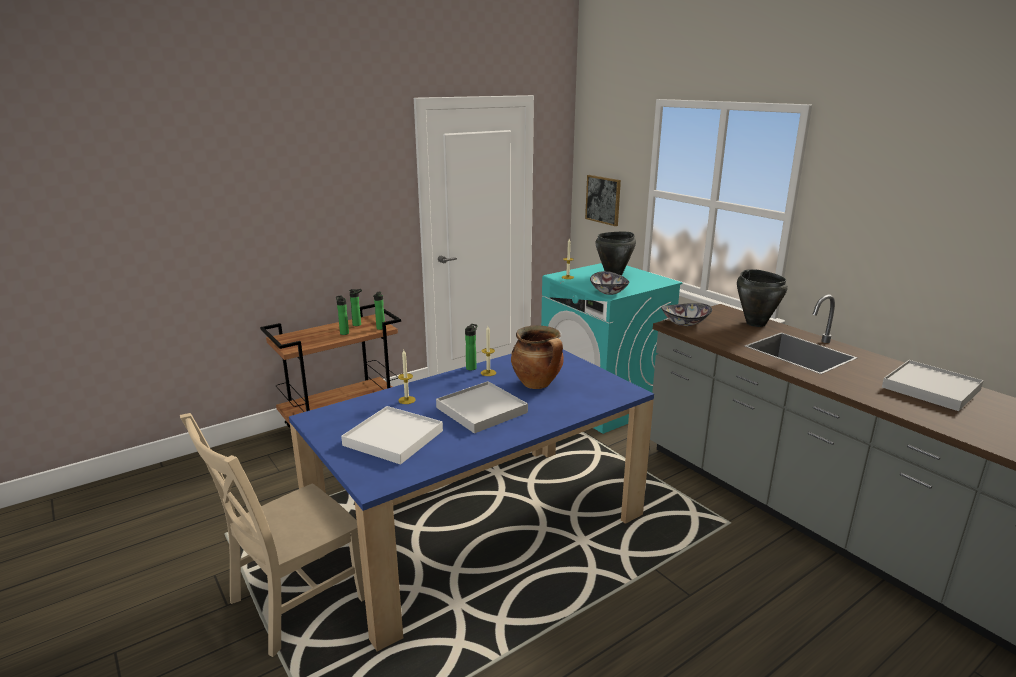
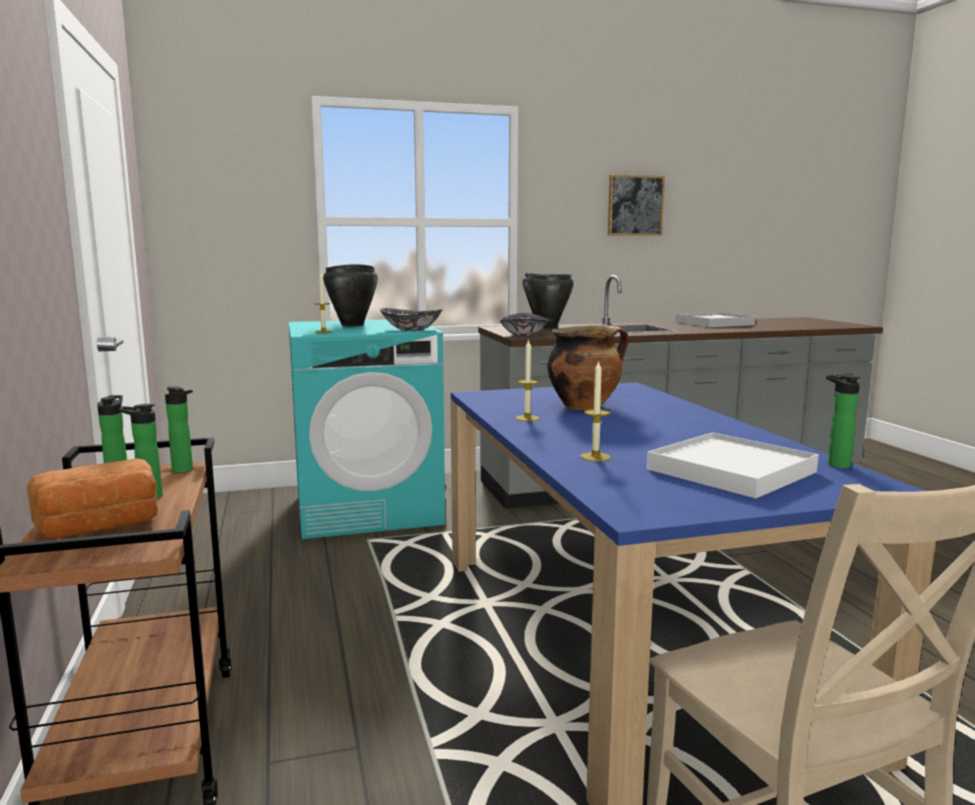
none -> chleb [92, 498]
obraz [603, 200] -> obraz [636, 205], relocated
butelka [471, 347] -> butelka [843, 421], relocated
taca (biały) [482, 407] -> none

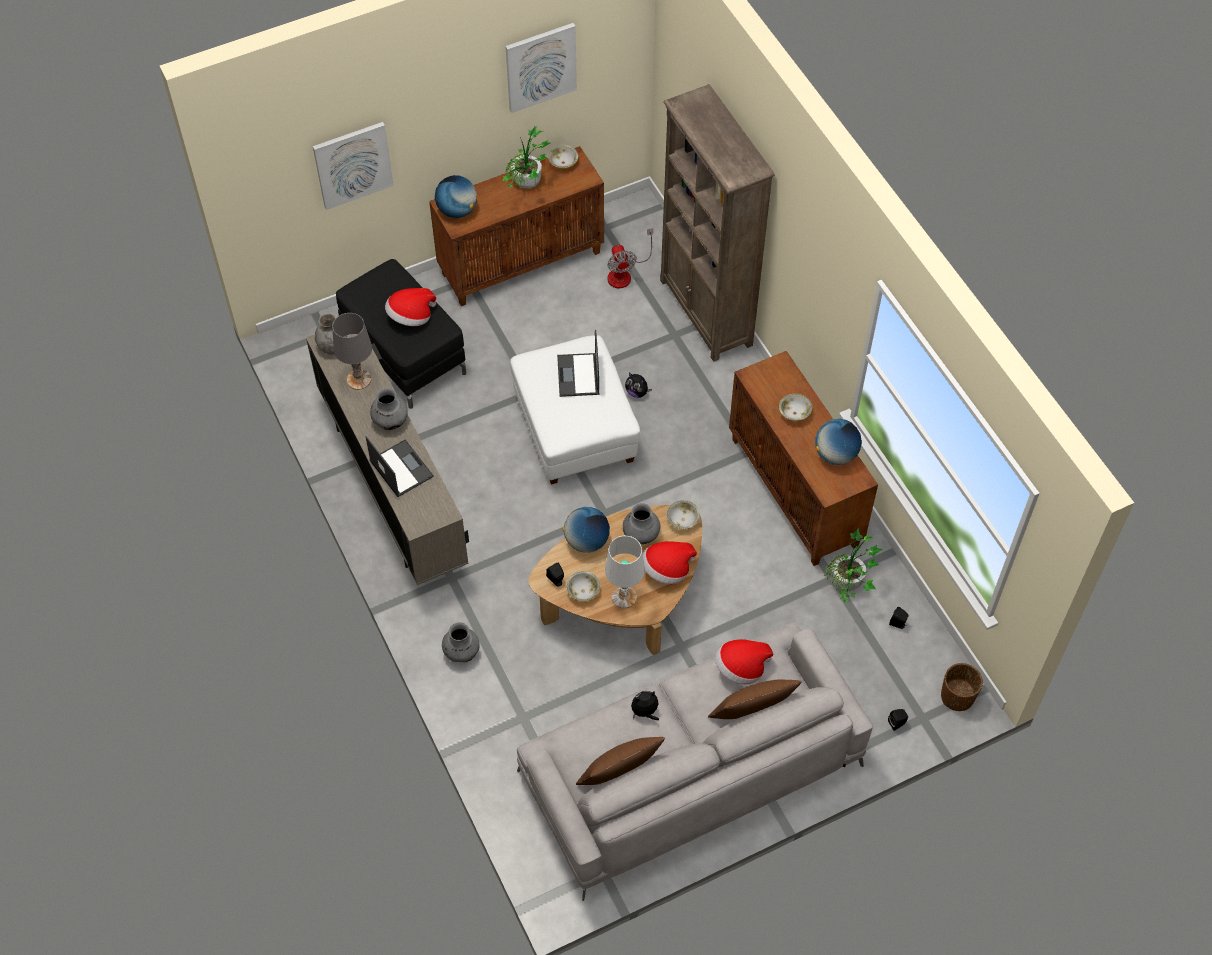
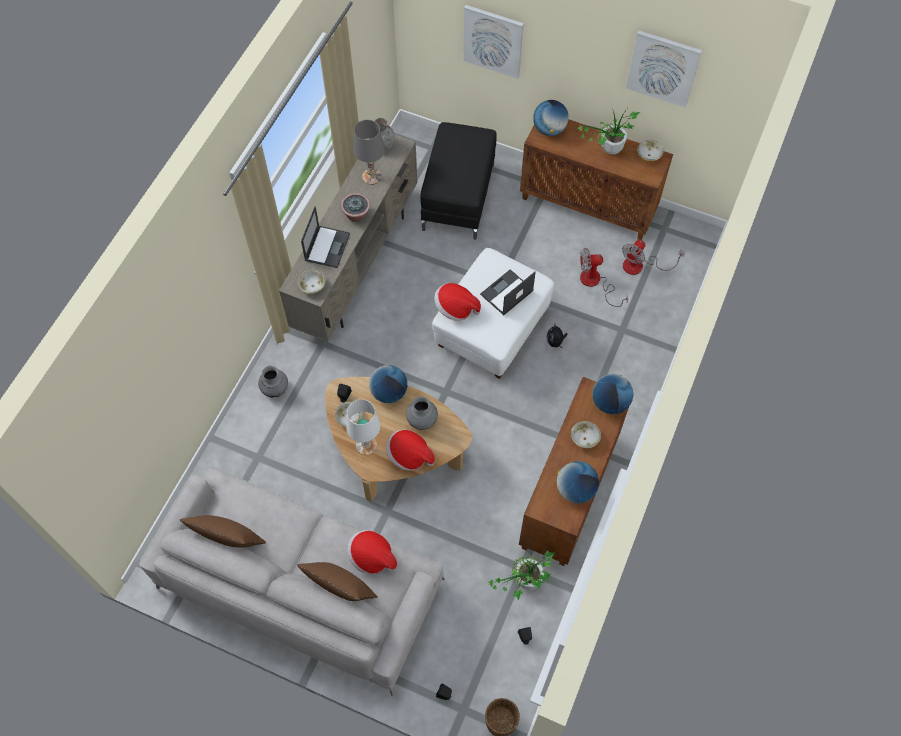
miska [683, 514] -> miska [312, 281], relocated
wazon (szary) [389, 408] -> roślina doniczkowa [355, 207]
kapelusz [410, 307] -> kapelusz [457, 302], relocated
none -> wentylator [604, 277]
none -> globus [613, 394]
pluszak [645, 705] -> none
regał (brązowy) [717, 223] -> none

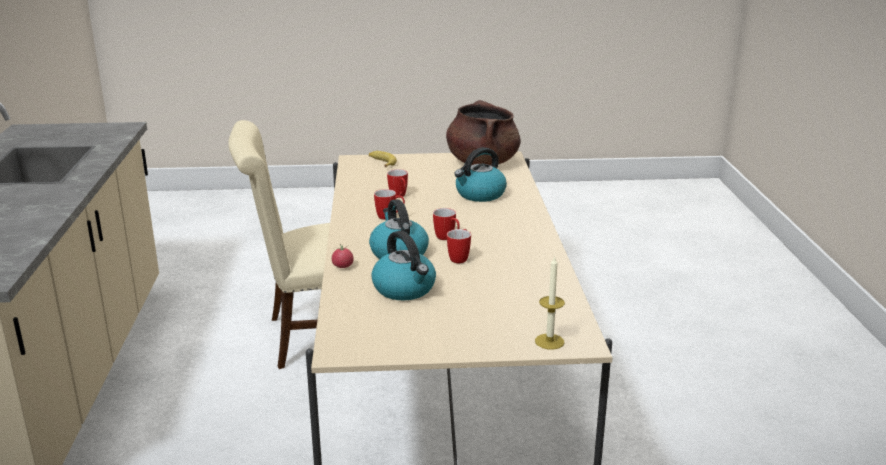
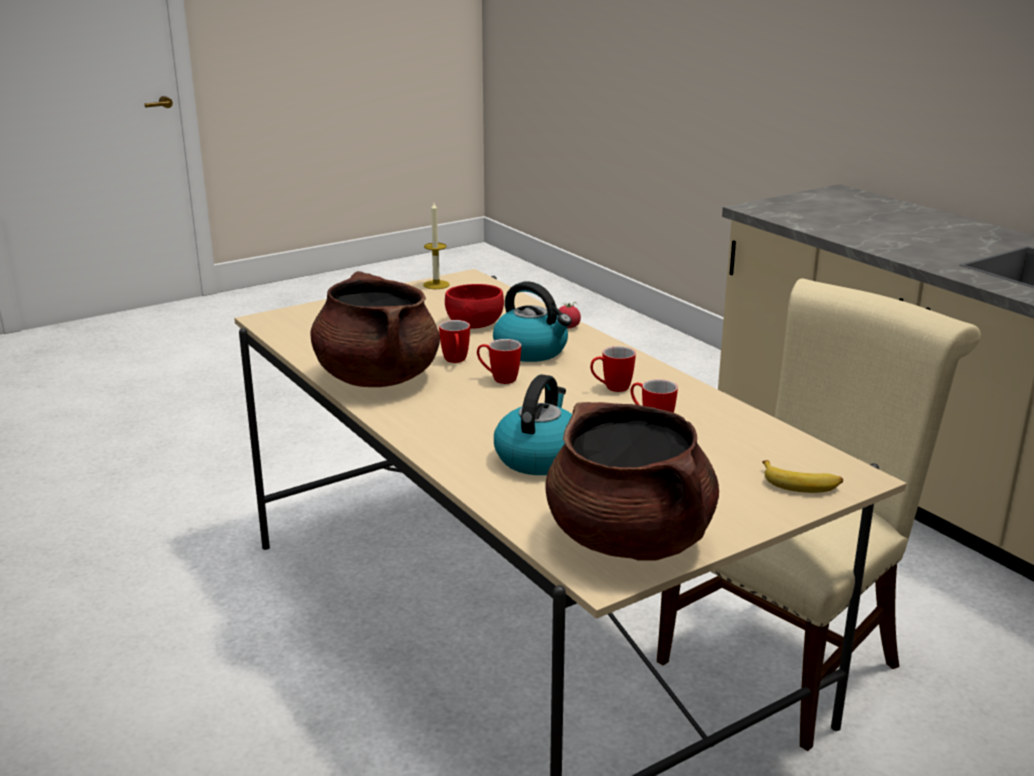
none -> garnek (brązowy) [375, 329]
świeca [550, 302] -> świeca [436, 245], relocated
czajnik [403, 265] -> miska (czerwony) [474, 306]

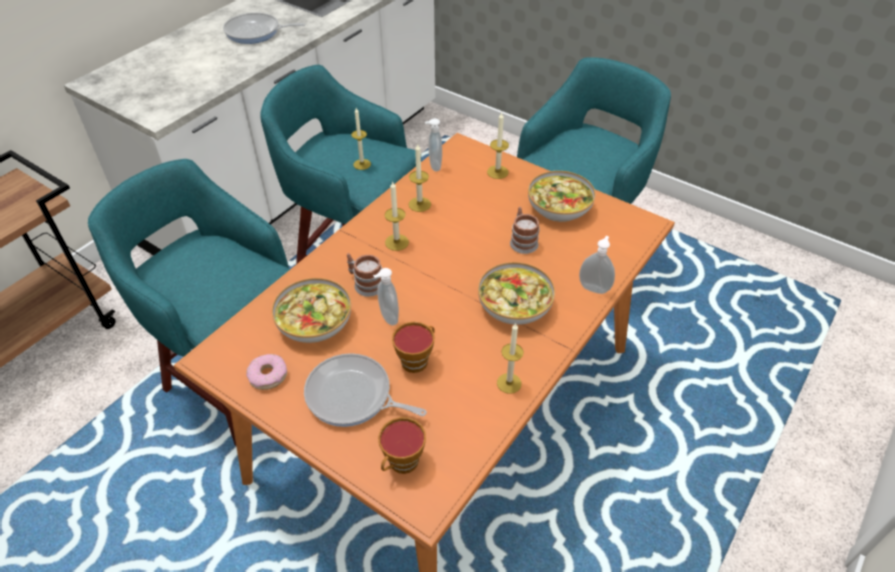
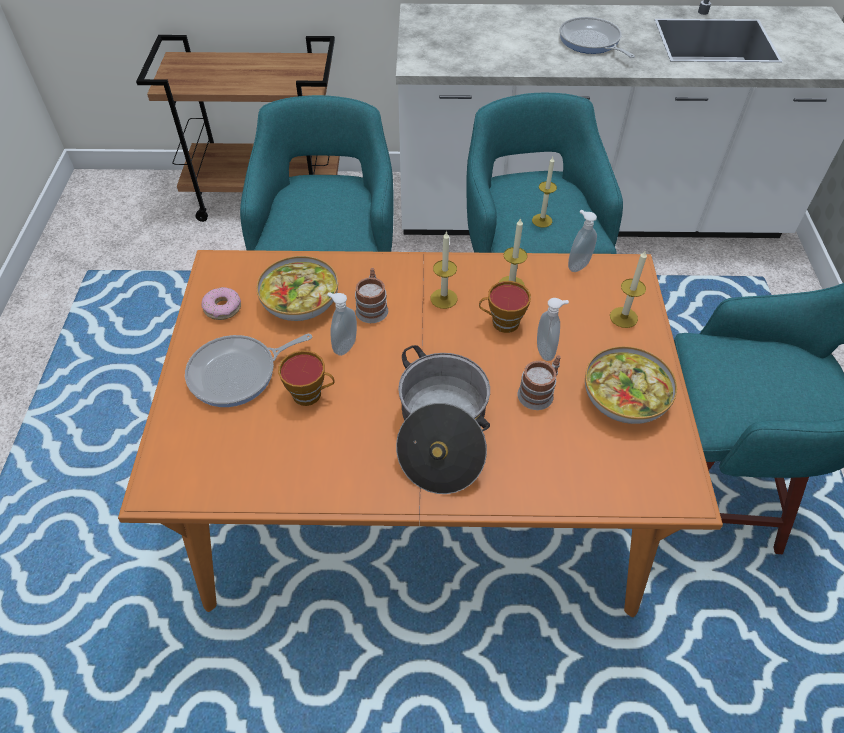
patelnia [365, 390] -> patelnia [248, 370], 105 degrees counterclockwise
miska [516, 293] -> garnek [443, 419]
filiżanka [402, 445] -> filiżanka [505, 307], relocated
dozownik mydła [597, 265] -> dozownik mydła [553, 329], relocated
świeca [510, 358] -> none

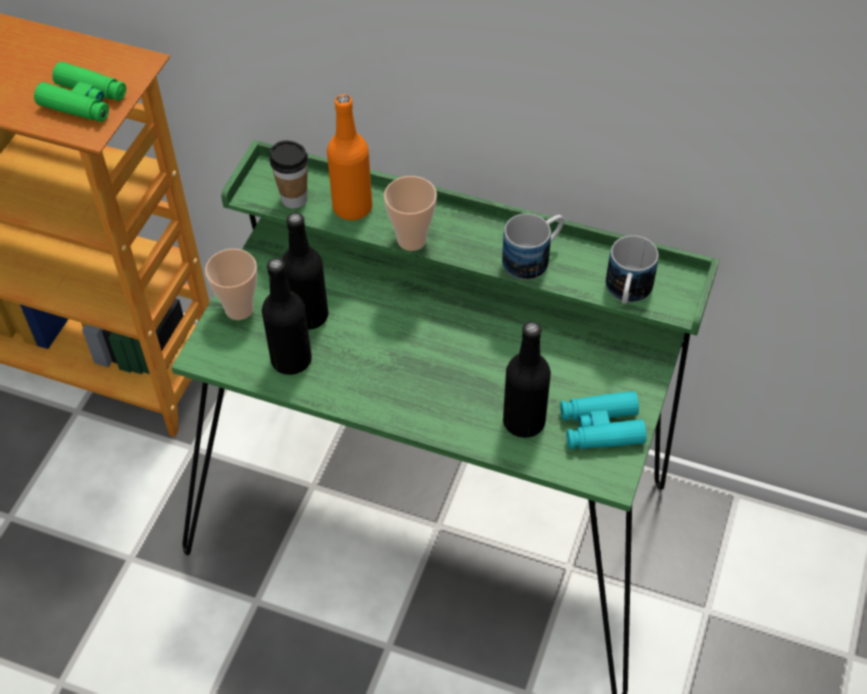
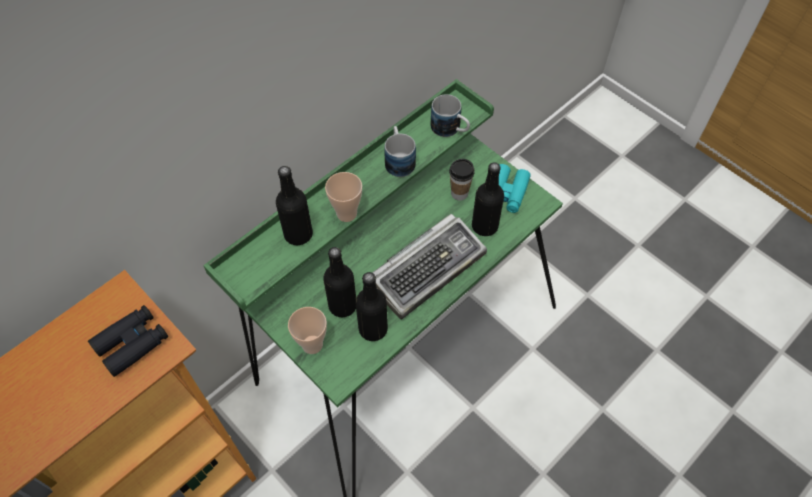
lornetka (zielony) [80, 92] -> lornetka (czarny) [128, 341]
butelka (pomarańczowy) [349, 157] -> butelka (czarny) [294, 205]
none -> klawiatura [429, 266]
filiżanka [288, 174] -> filiżanka [461, 179], relocated

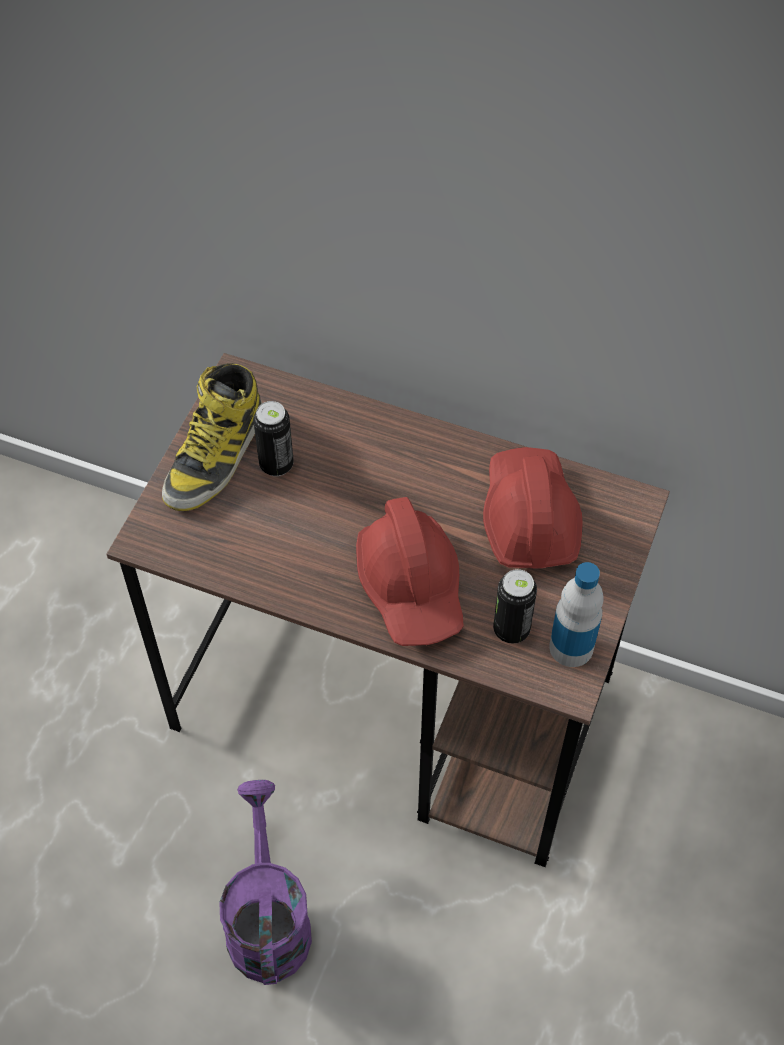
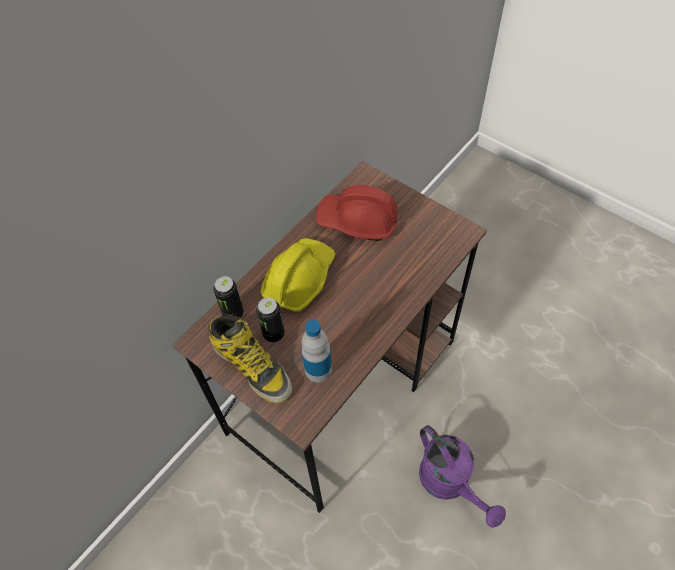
puszka [515, 606] -> puszka [228, 297], relocated
none -> kask (żółty) [297, 275]
butelka [576, 614] -> butelka [317, 351], relocated
konewka (fioletowy) [265, 882] -> konewka (fioletowy) [462, 476], 135 degrees counterclockwise
kask (czerwony) [410, 571] -> none

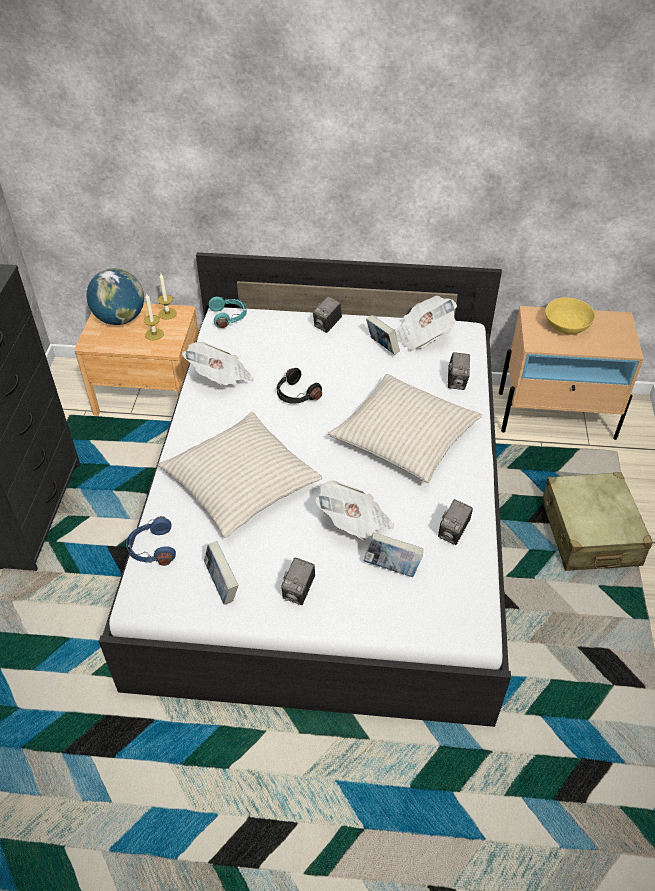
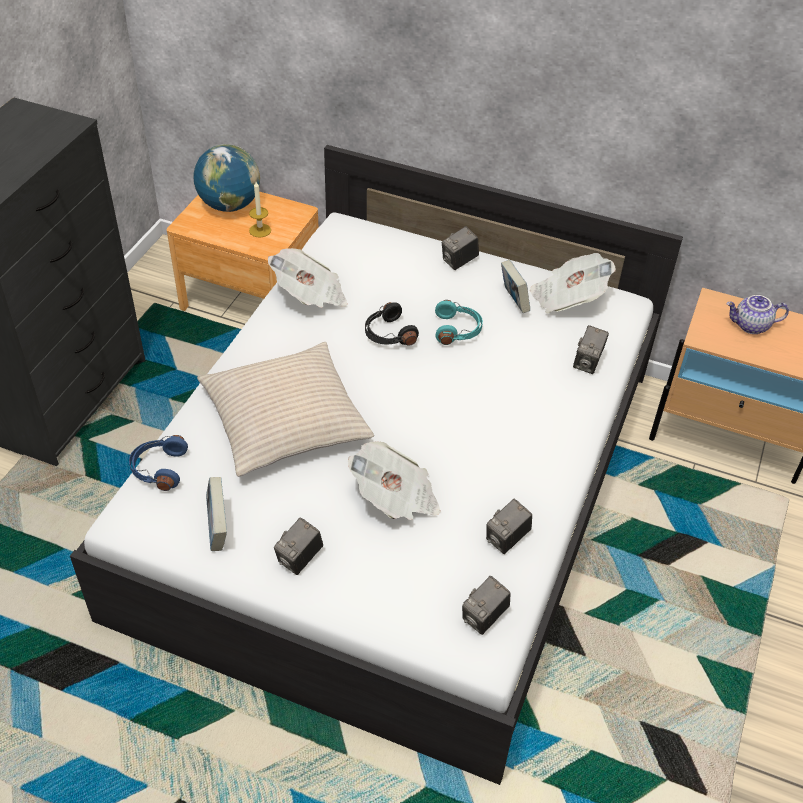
słuchawki (turkusowy) [228, 312] -> słuchawki (turkusowy) [459, 322], relocated
none -> aparat fotograficzny [486, 605]
miska (żółty) [570, 316] -> imbryk [757, 314]
świeca [167, 297] -> none
poduszka (beżowy) [405, 428] -> none
książka [394, 554] -> none
walizka (beżowy) [597, 521] -> none

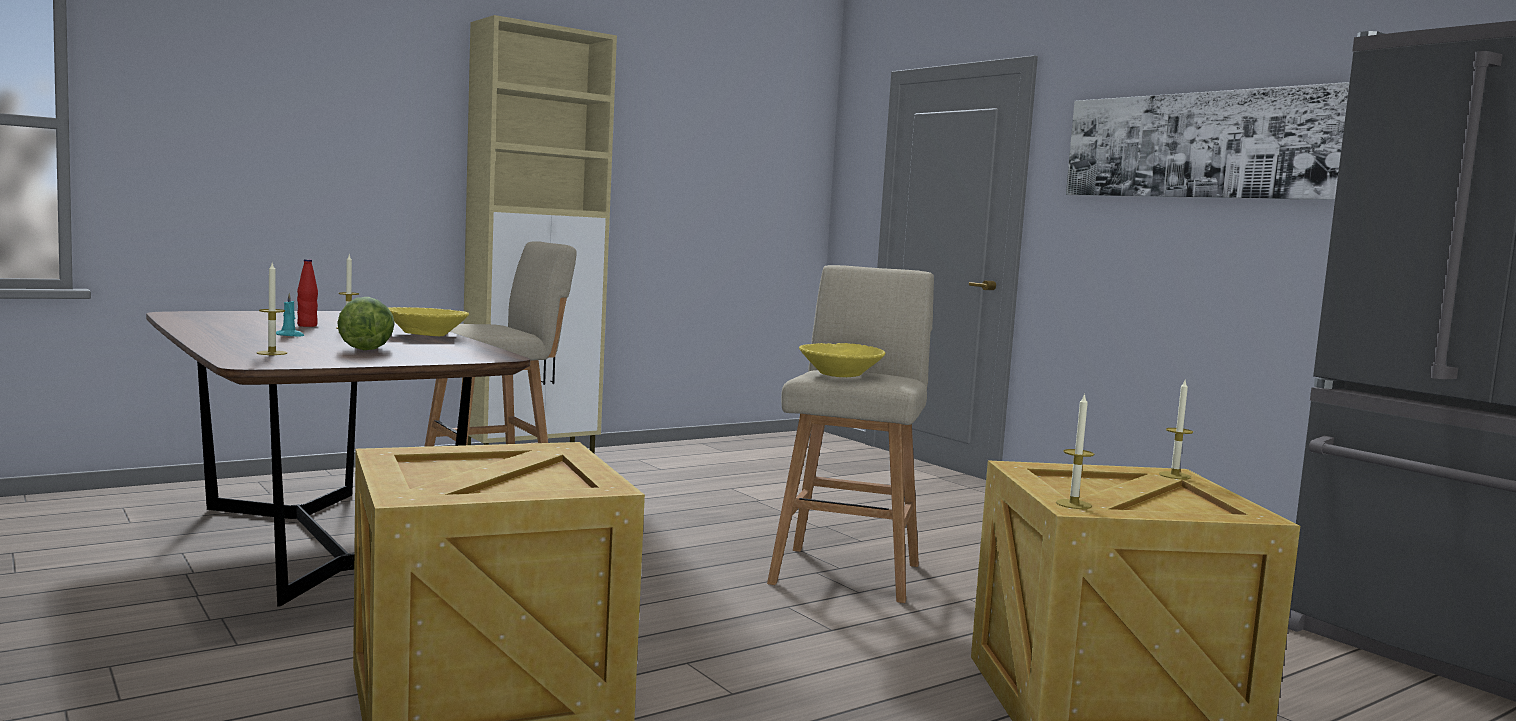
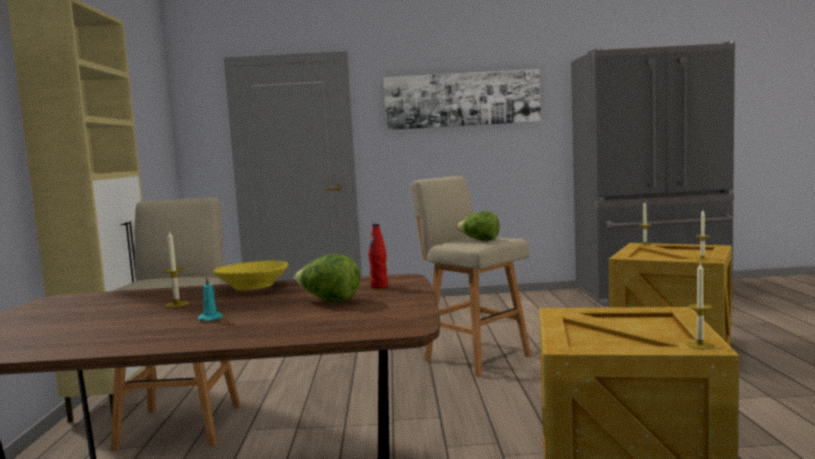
butelka (czerwony) [307, 293] -> butelka (czerwony) [378, 256], relocated
miska (żółty) [842, 360] -> sałata [478, 226]
świeca [272, 309] -> świeca [700, 306], relocated

